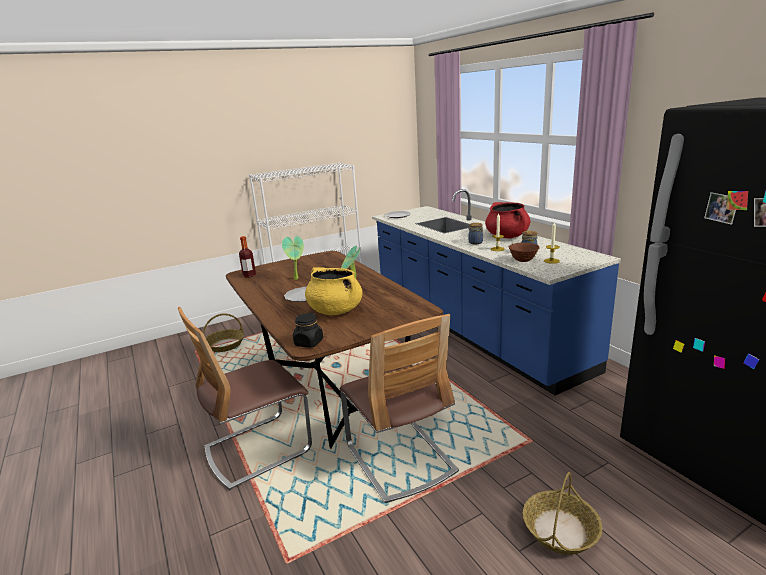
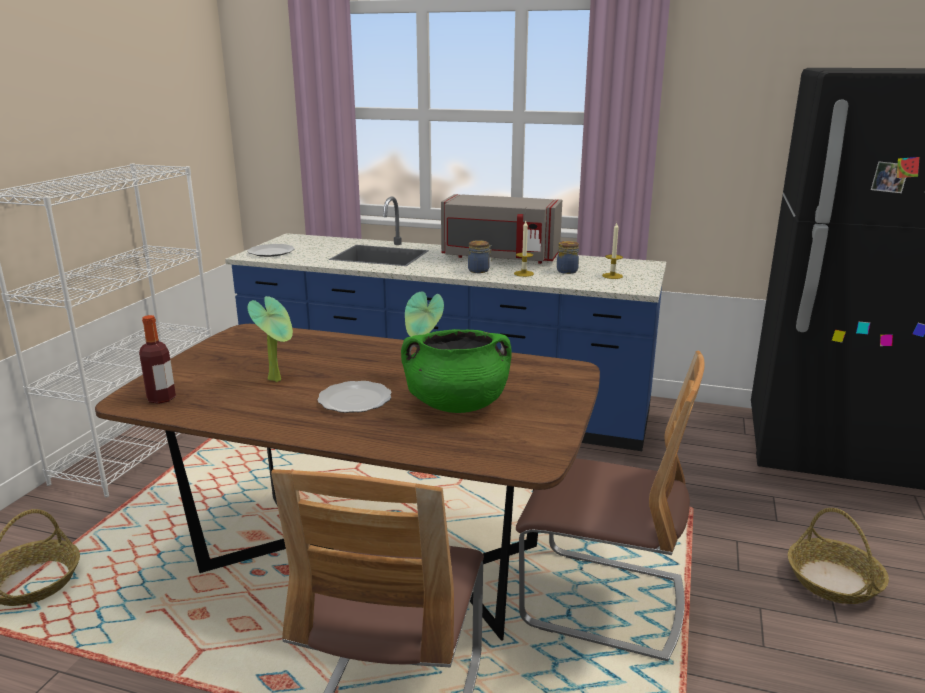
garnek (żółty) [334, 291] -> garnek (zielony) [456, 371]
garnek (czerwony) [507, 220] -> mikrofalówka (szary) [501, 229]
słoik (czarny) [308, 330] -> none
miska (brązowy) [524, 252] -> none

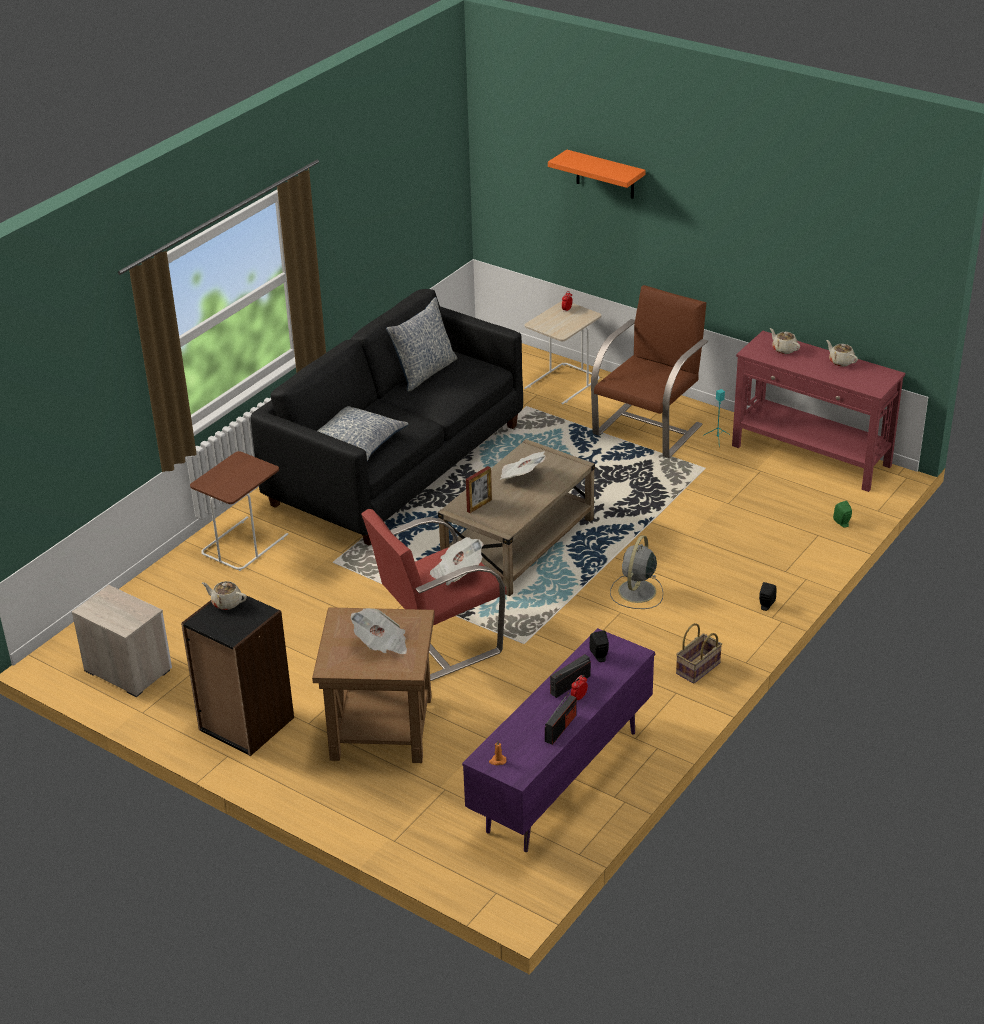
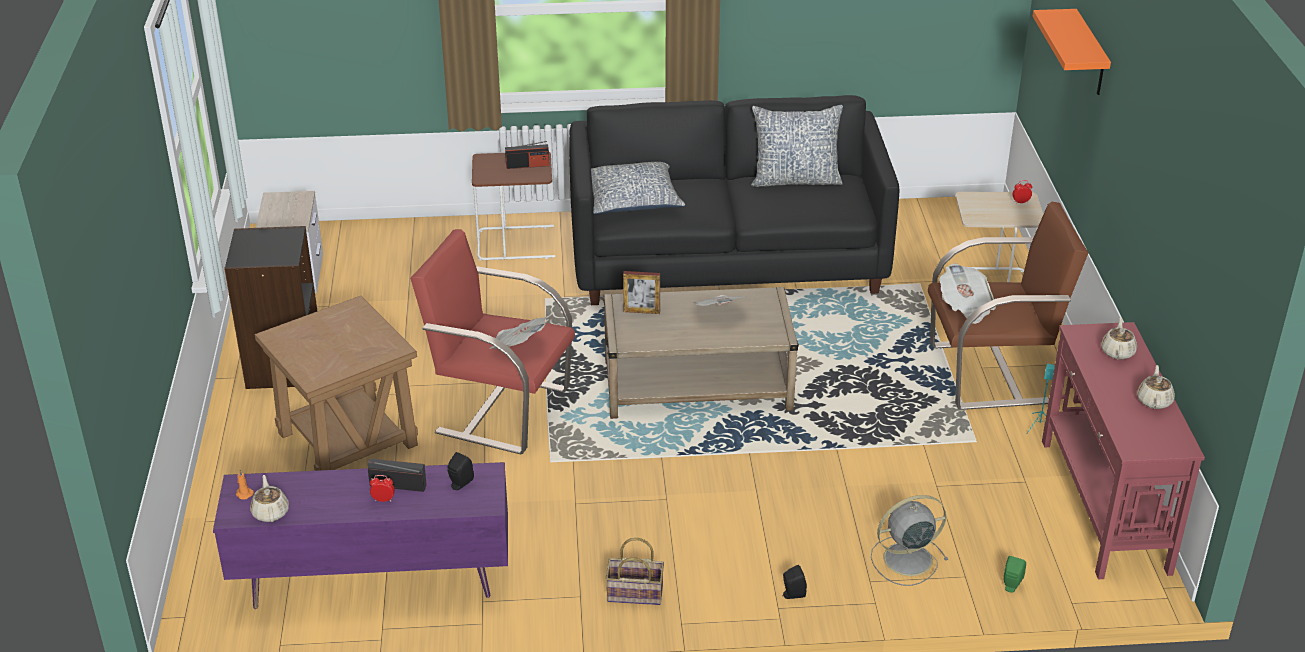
imbryk (beżowy) [224, 595] -> imbryk (beżowy) [269, 498], relocated
radio [560, 718] -> radio [527, 155], relocated
wentylator (szary) [636, 572] -> wentylator (szary) [909, 540], relocated
gazeta [378, 631] -> gazeta [967, 293], relocated

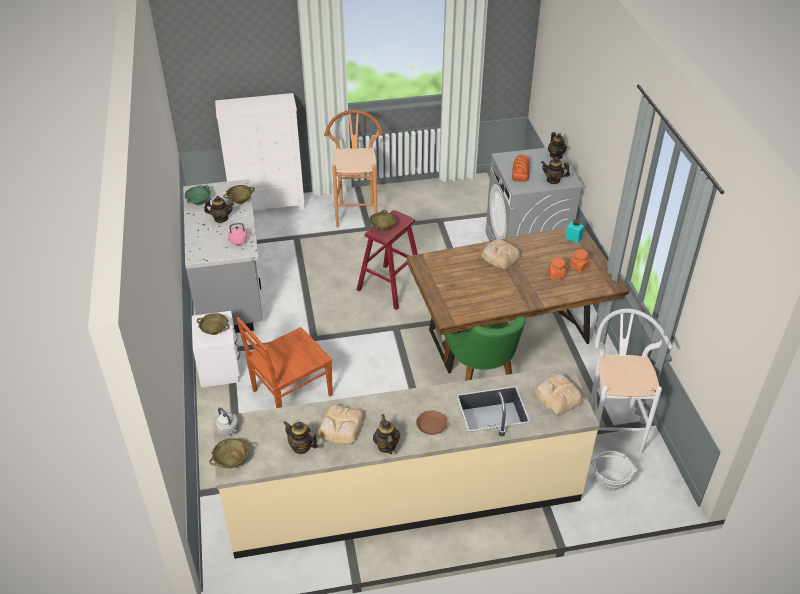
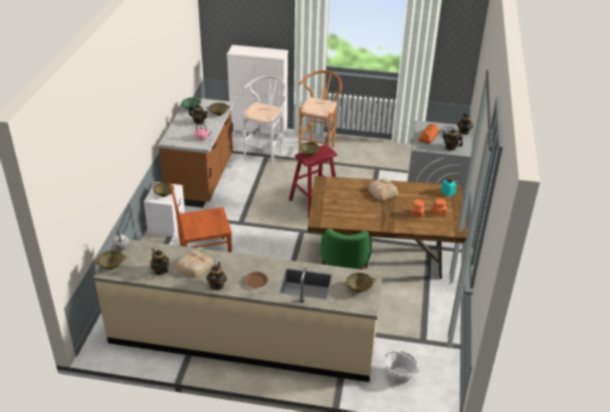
zabudowa kuchenna (szary) [223, 256] -> zabudowa kuchenna (brązowy) [196, 152]
stołek (biały) [631, 381] -> stołek (biały) [264, 122], relocated
chleb [559, 394] -> miska (beżowy) [360, 283]

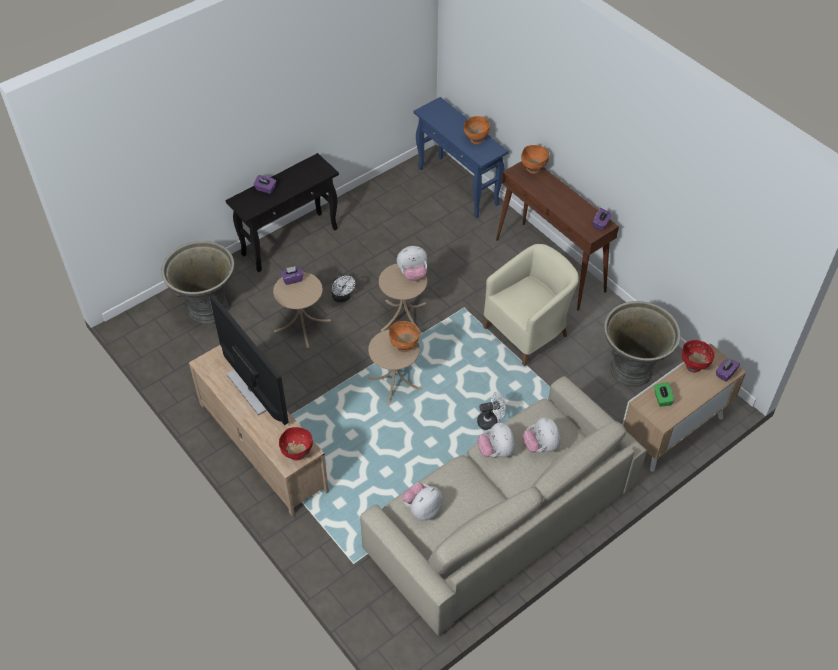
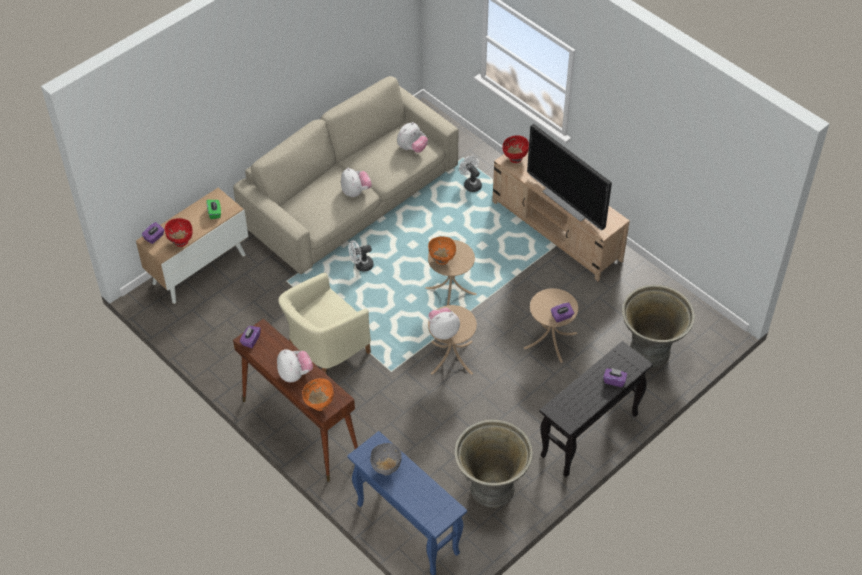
pluszak [542, 435] -> pluszak [295, 365], relocated
miska (pomarańczowy) [477, 130] -> miska (szary) [386, 459]
donica (szary) [642, 344] -> donica (szary) [493, 464], relocated
wentylator (biały) [343, 287] -> wentylator (biały) [470, 174], relocated

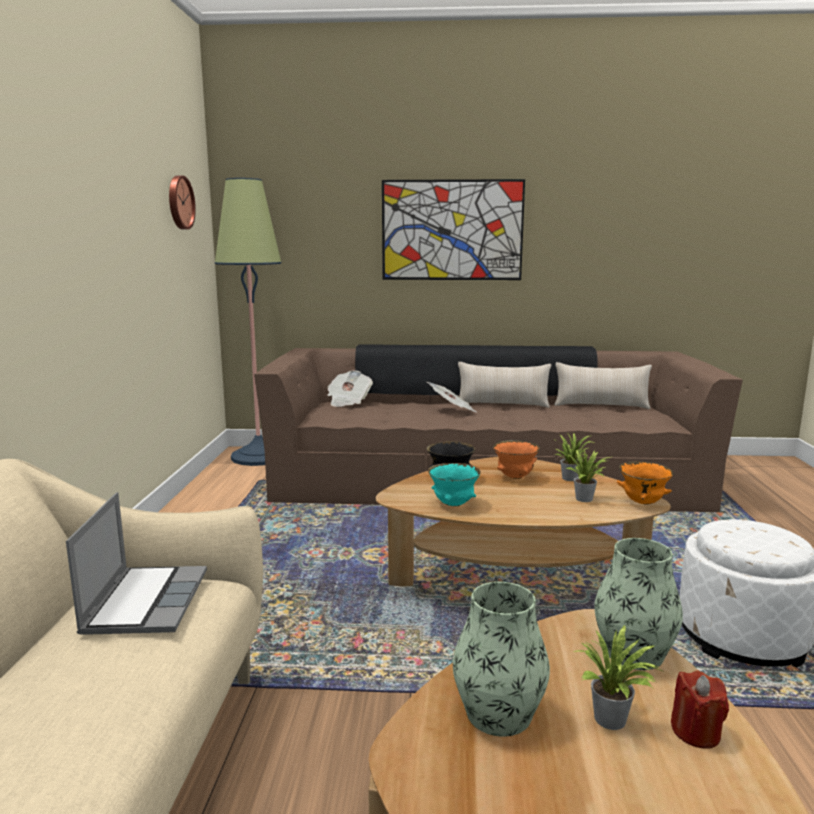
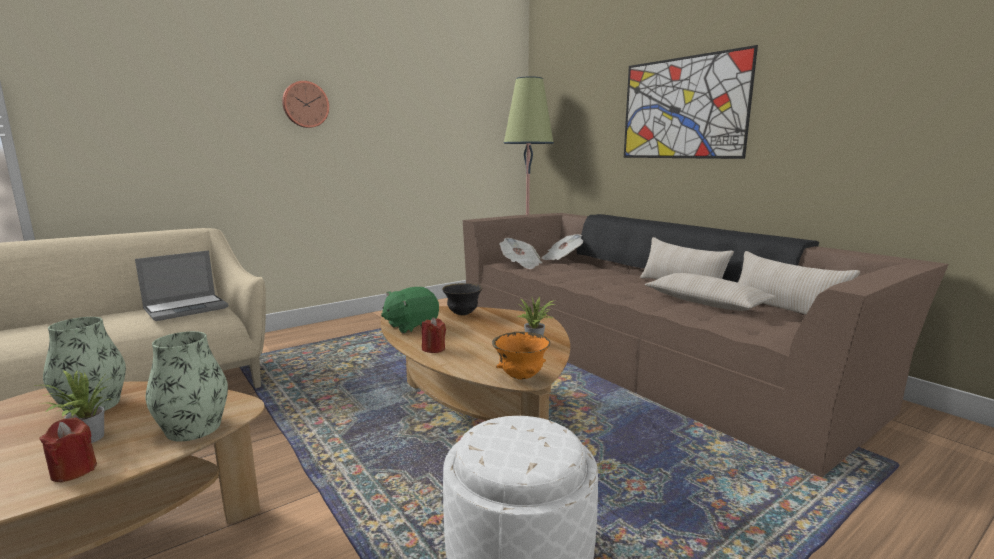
zegar ścienny [182, 203] -> zegar ścienny [305, 104], relocated
miska (turkusowy) [454, 484] -> pluszak (zielony) [410, 310]
none -> świeca (czerwony) [434, 335]
gazeta [451, 397] -> gazeta [521, 253], relocated
none -> poduszka (beżowy) [710, 292]
miska (pomarańczowy) [516, 459] -> none
roślina doniczkowa [588, 476] -> none

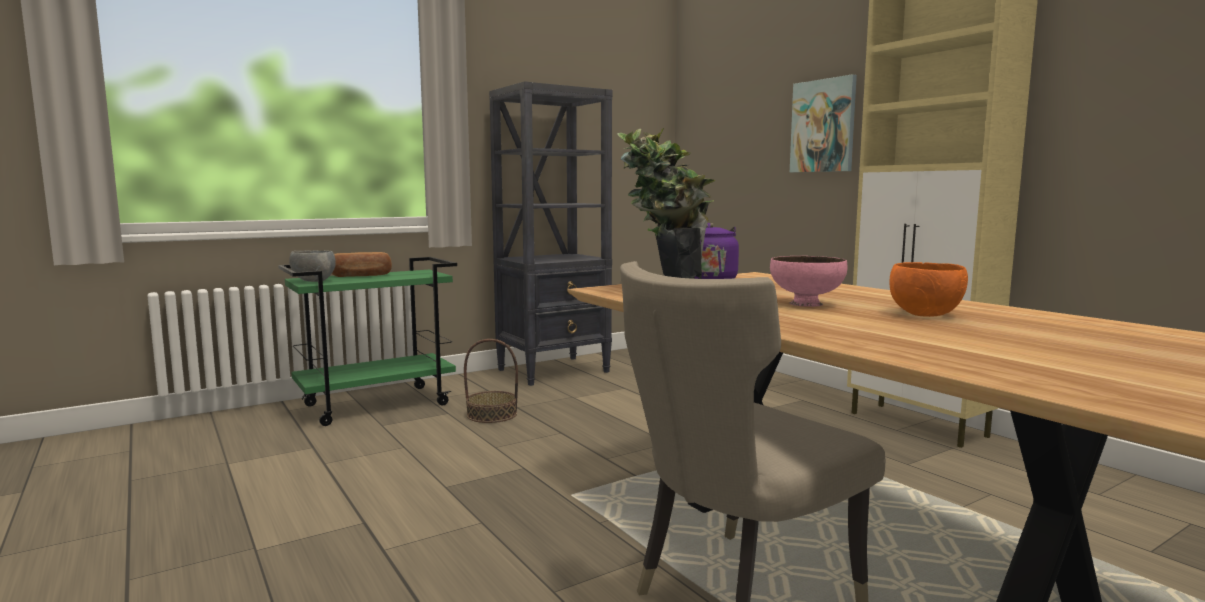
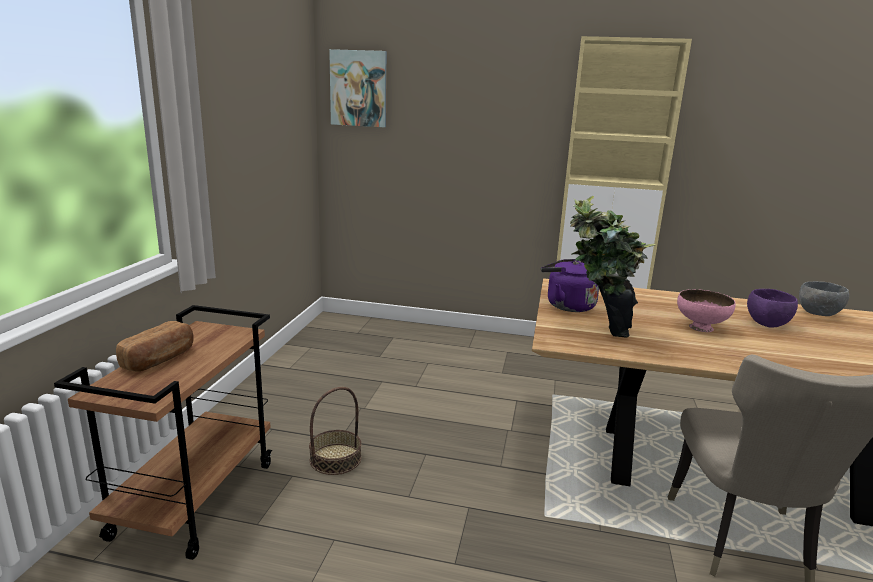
wózek (zielony) [367, 341] -> wózek (brązowy) [163, 432]
obraz [823, 123] -> obraz [358, 88], relocated
miska (pomarańczowy) [928, 289] -> miska (fioletowy) [772, 308]
miska (szary) [312, 266] -> miska (szary) [824, 298], relocated
regał (czarny) [551, 233] -> none

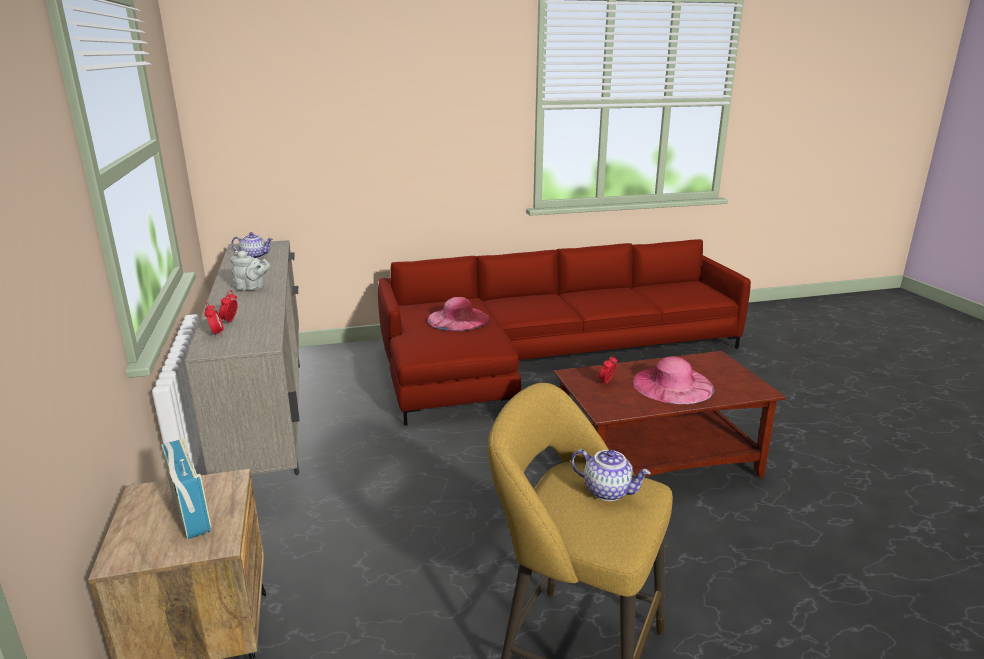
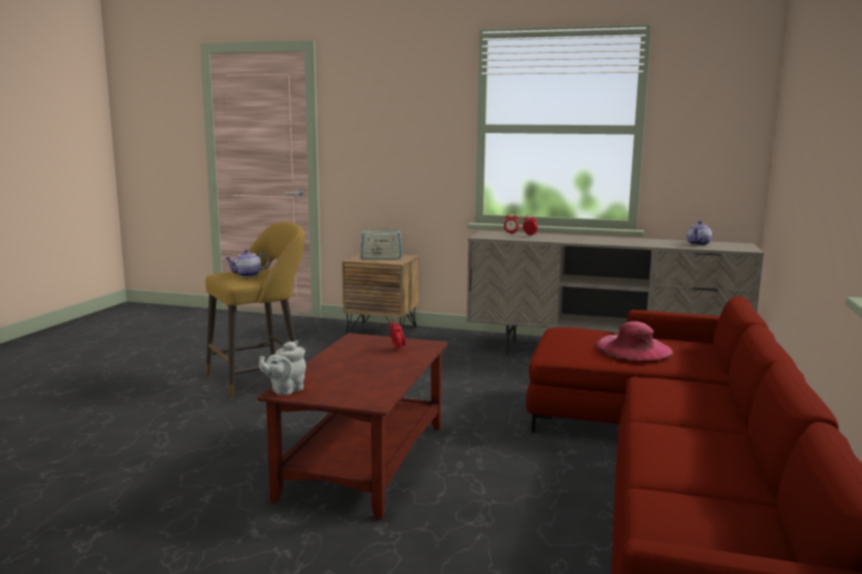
imbryk (szary) [250, 270] -> imbryk (szary) [282, 368], relocated
kapelusz (różowy) [673, 380] -> none

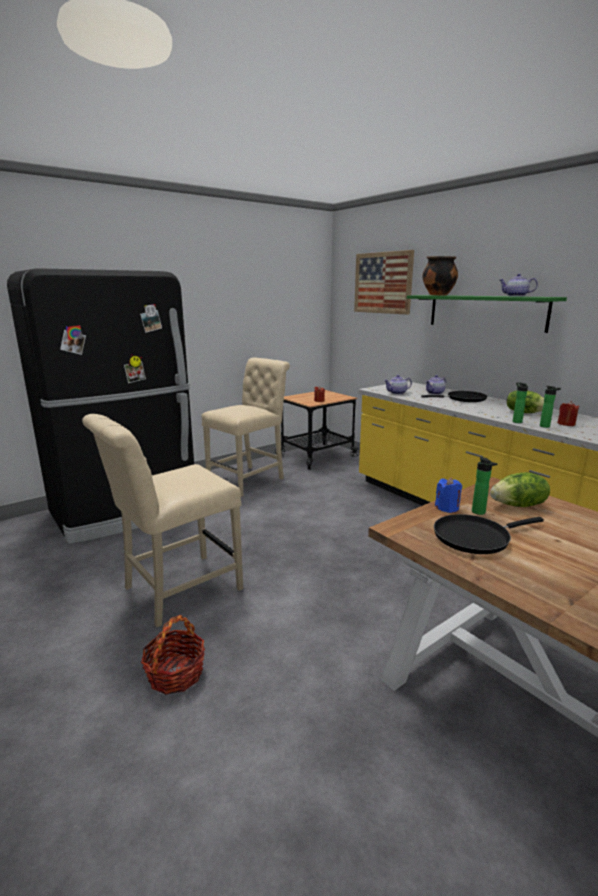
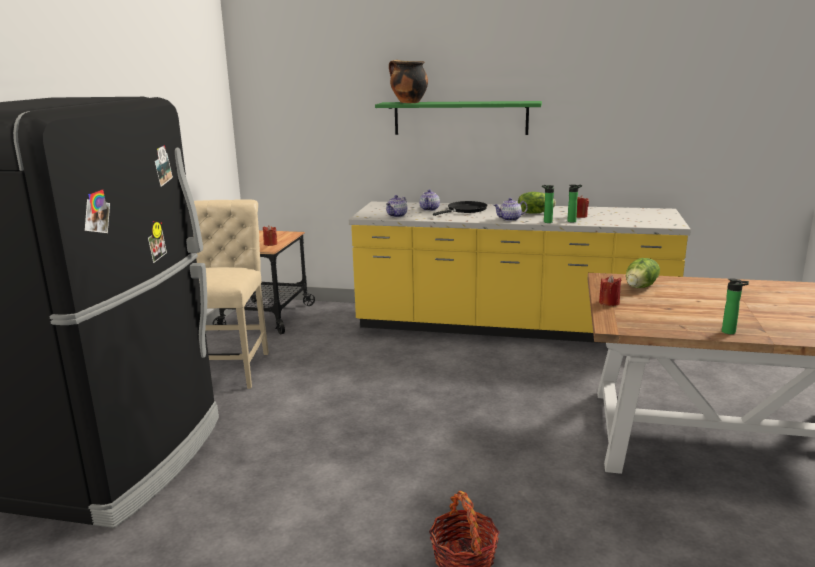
imbryk [519, 285] -> imbryk [511, 209], relocated
świeca (niebieski) [448, 495] -> świeca (czerwony) [610, 290]
butelka [484, 486] -> butelka [735, 306], relocated
krzesło (beżowy) [162, 521] -> none
obraz [384, 282] -> none
patelnia (czarny) [489, 534] -> none

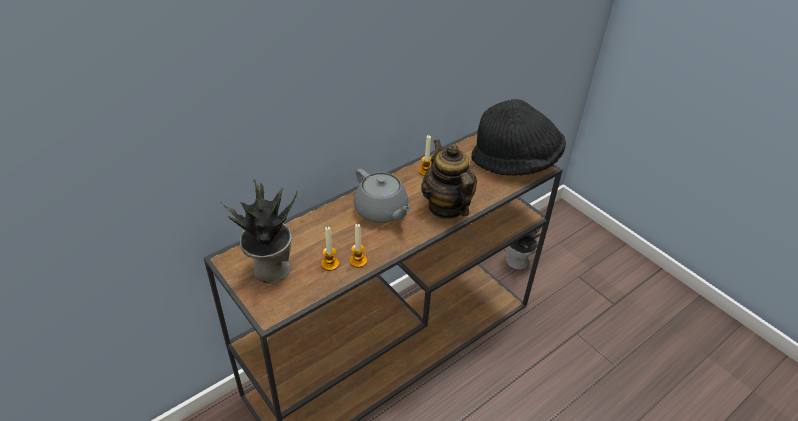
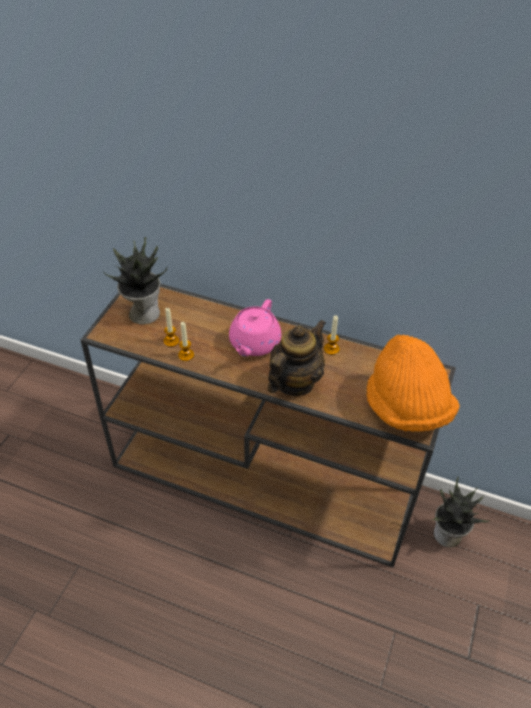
imbryk (szary) [383, 196] -> imbryk (różowy) [255, 327]
kapelusz (czarny) [518, 137] -> kapelusz (pomarańczowy) [413, 383]

